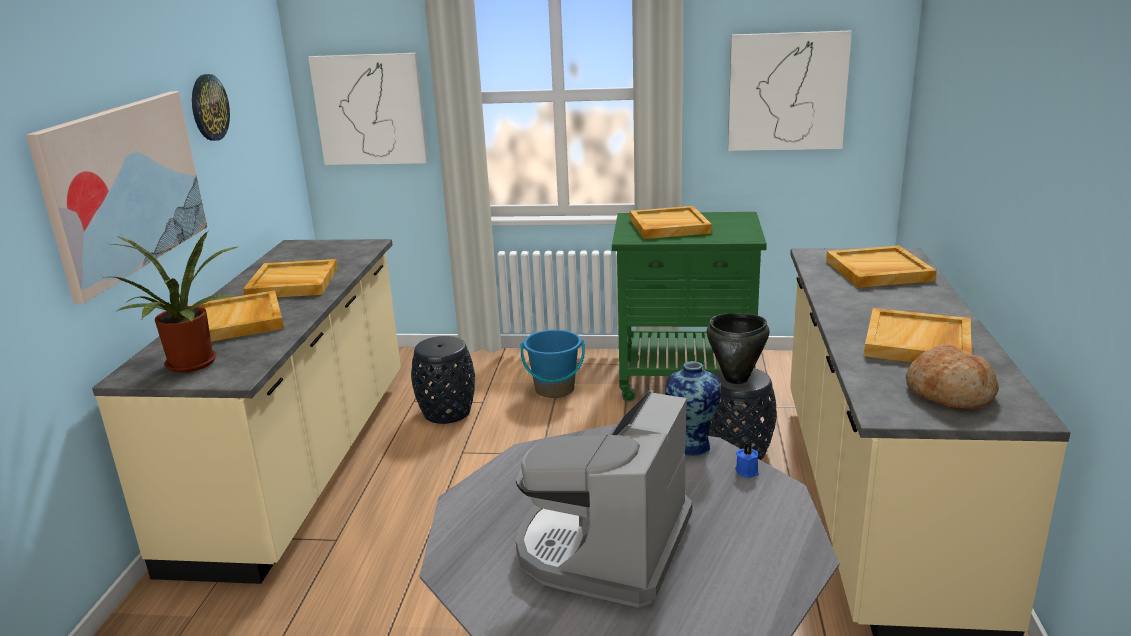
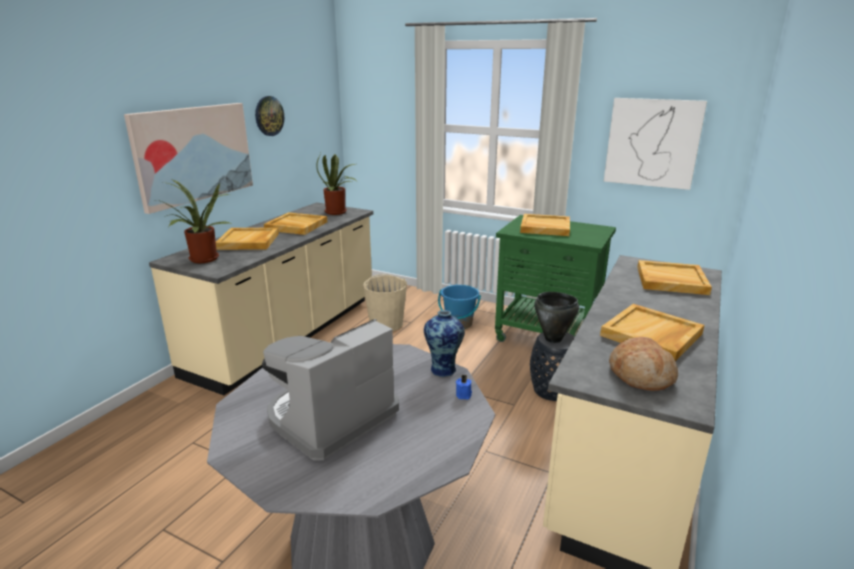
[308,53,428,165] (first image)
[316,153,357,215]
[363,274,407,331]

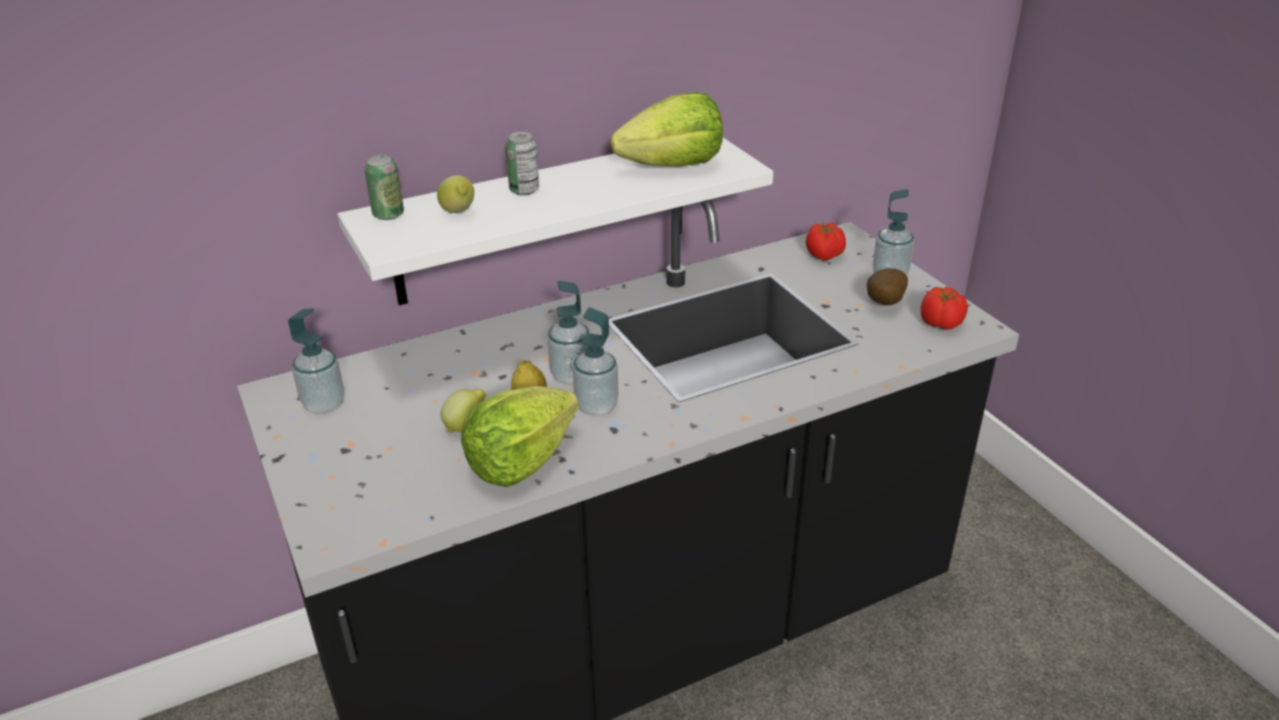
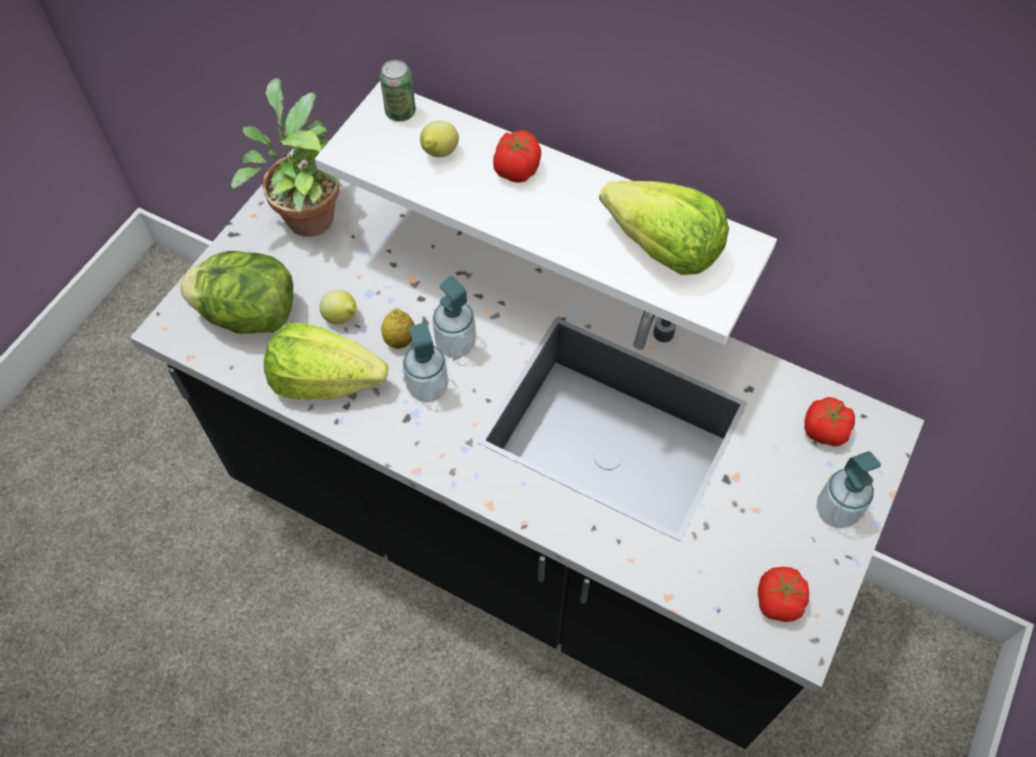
[867,268,908,305] (first image)
[180,251,293,334]
[231,78,343,237]
[493,130,541,183]

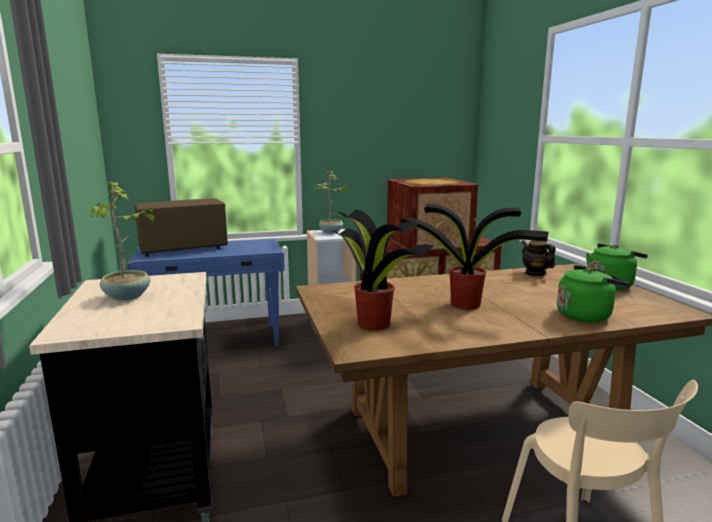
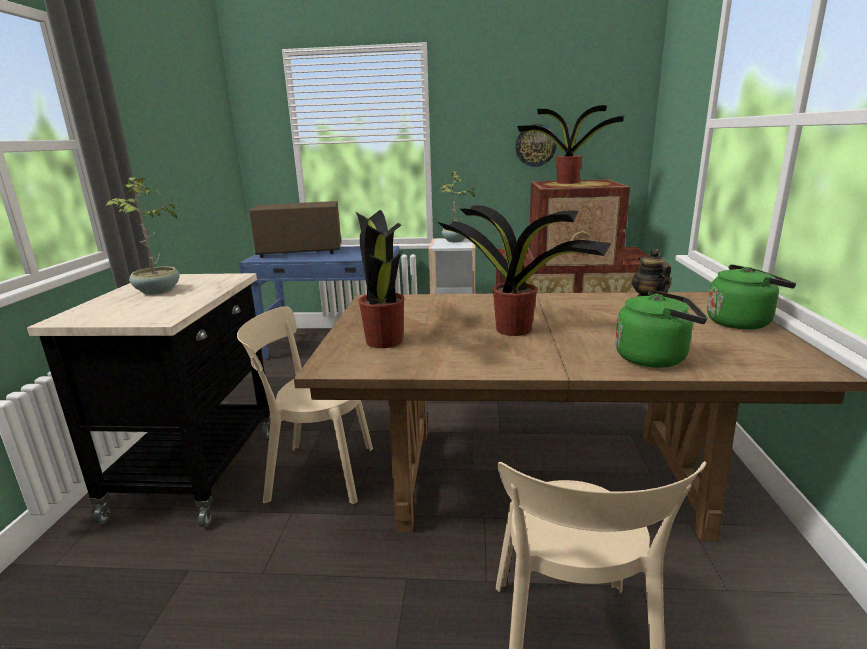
[237,306,373,504]
[515,124,557,167]
[517,105,625,184]

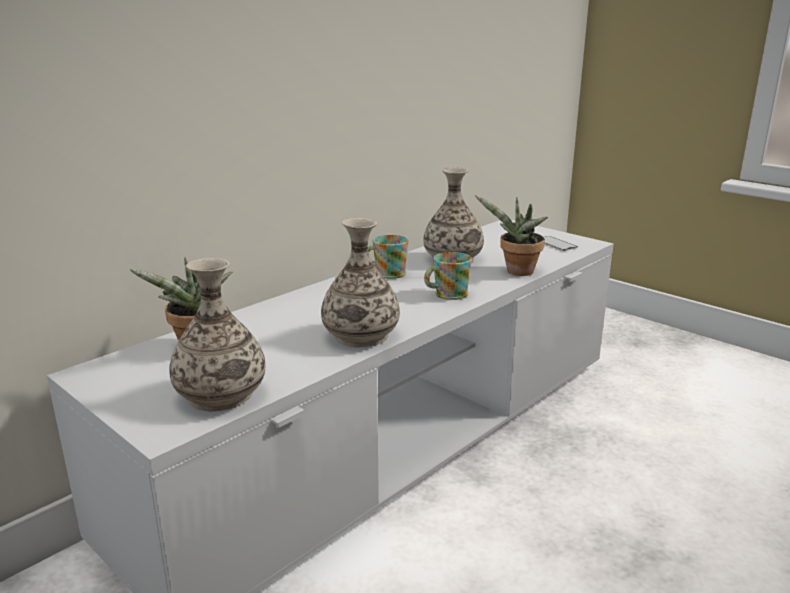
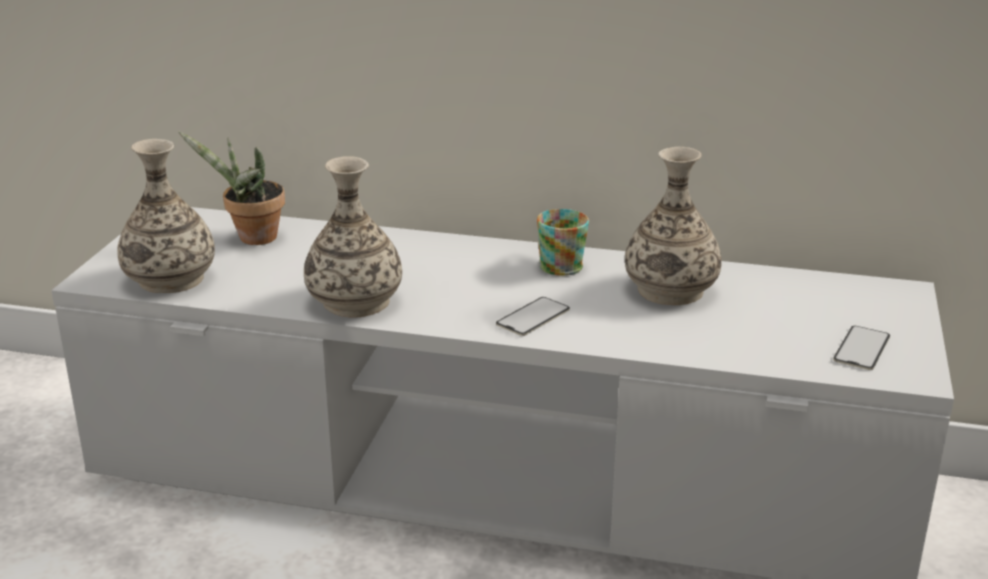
[475,195,548,276] (first image)
[496,297,570,336]

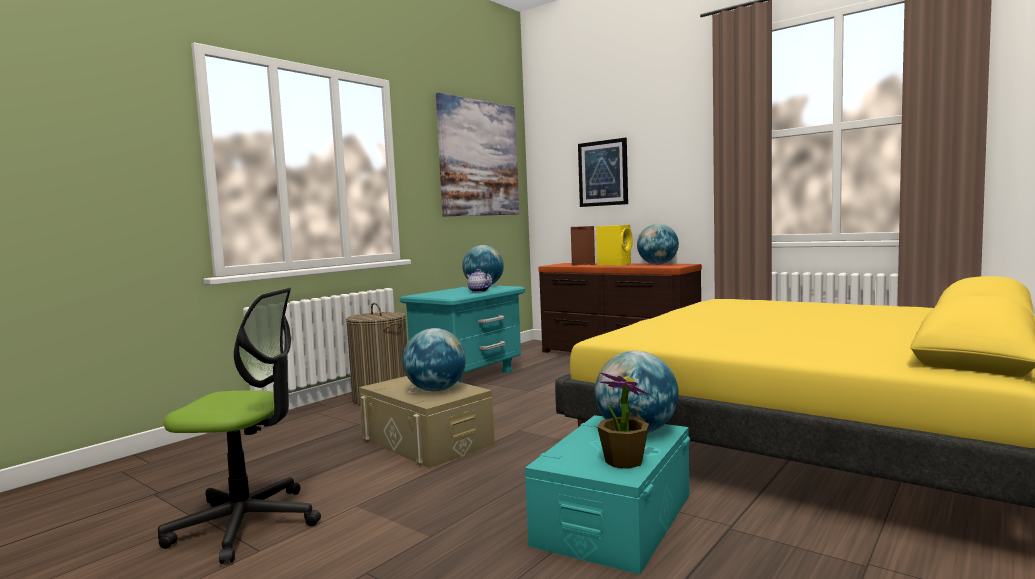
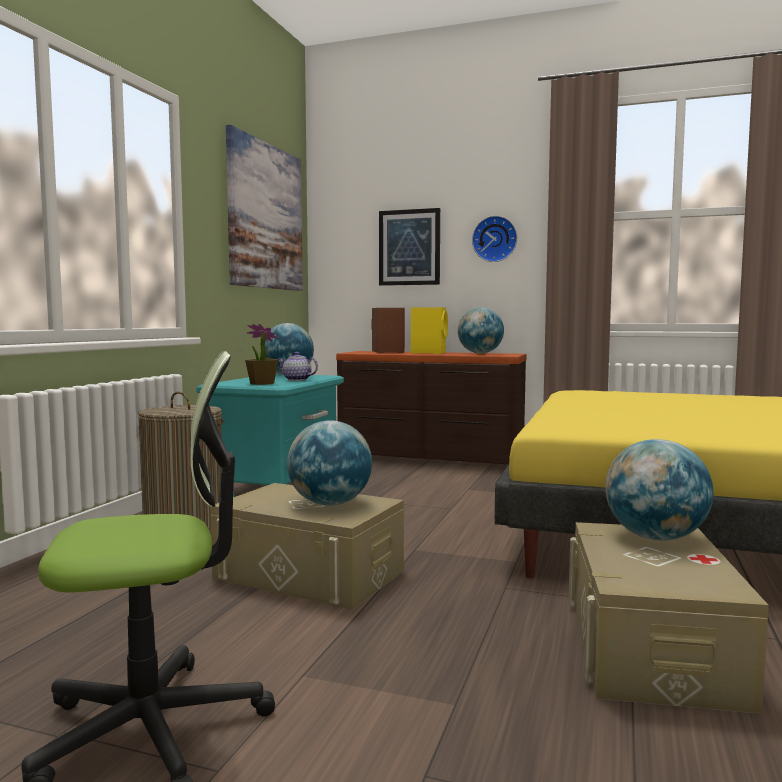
[472,216,517,262]
[245,324,278,385]
[568,522,769,714]

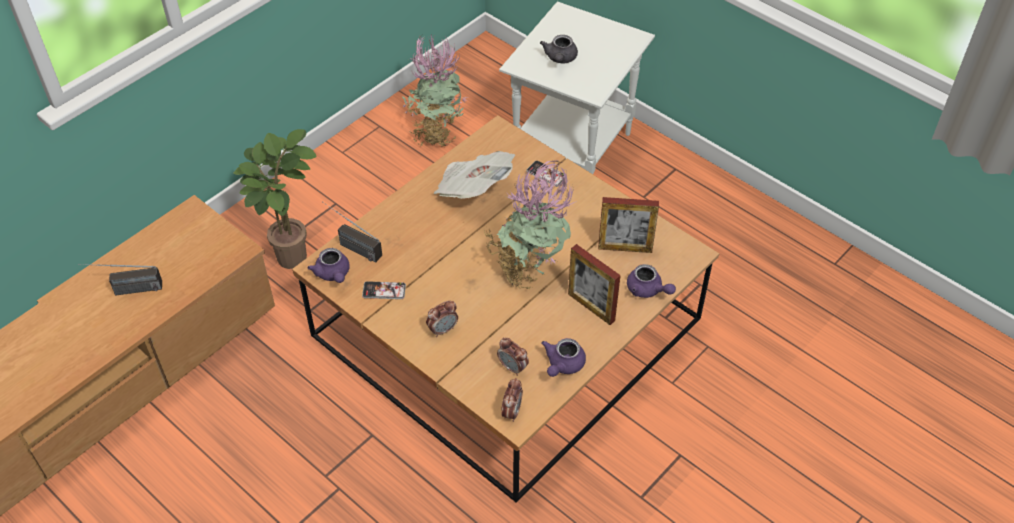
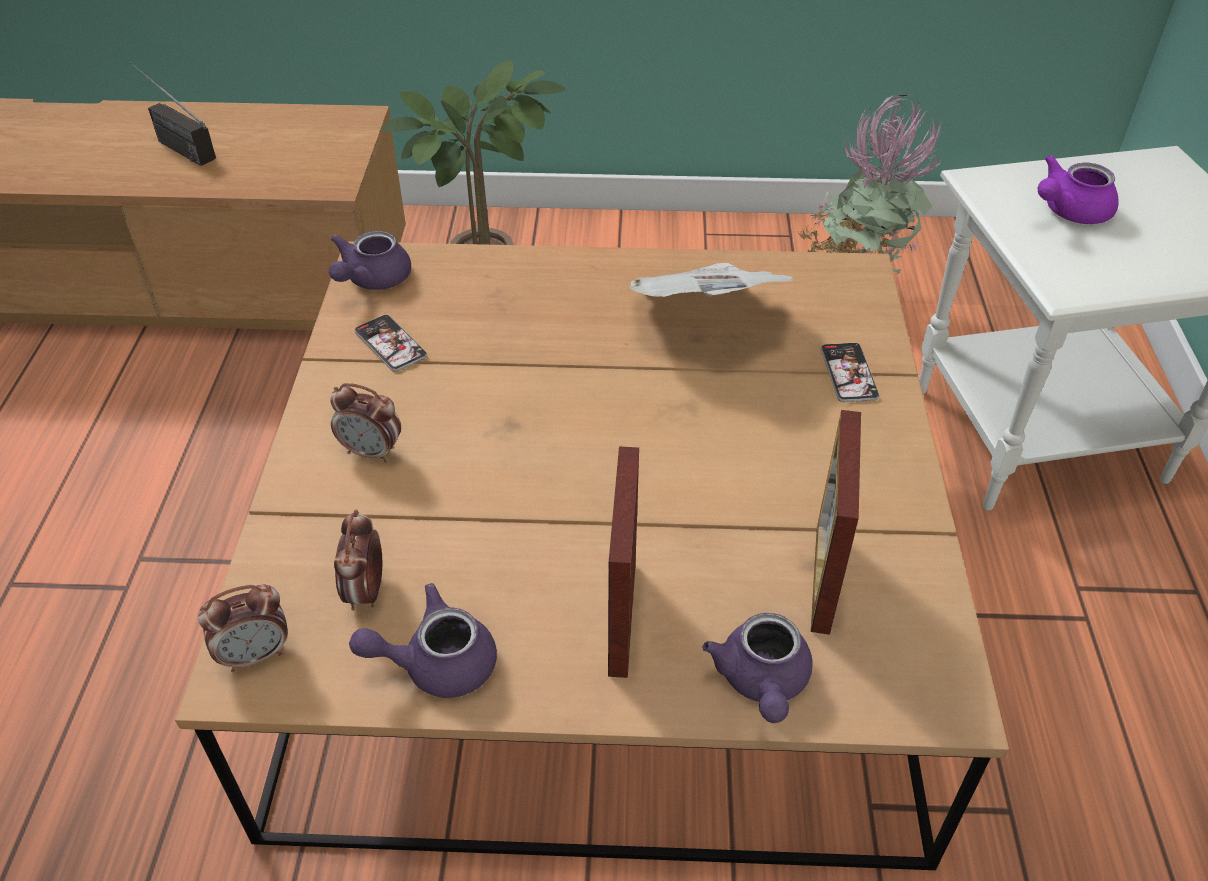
[322,201,382,263] (first image)
[484,160,577,290] (first image)
[1038,155,1119,224]
[811,410,861,635]

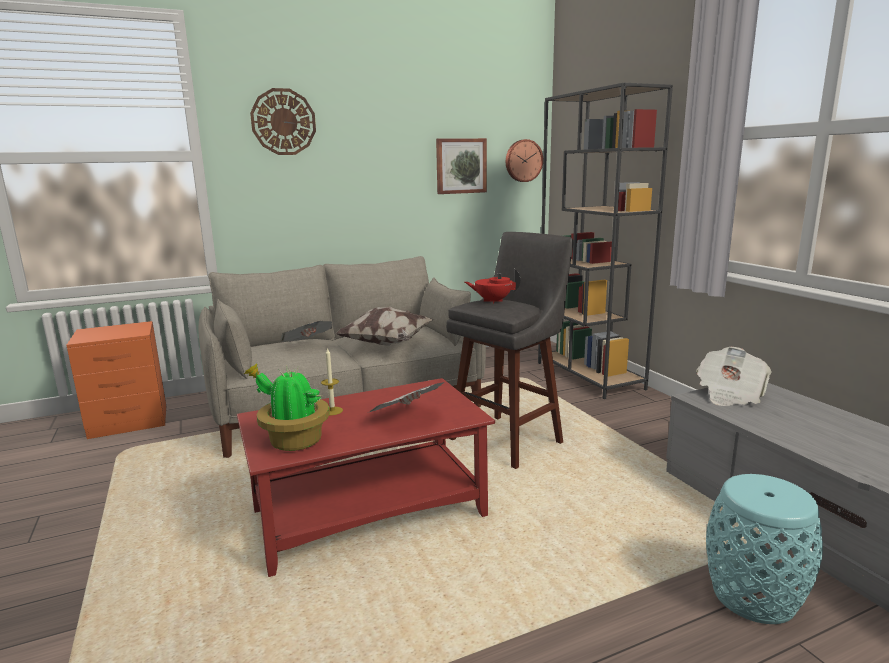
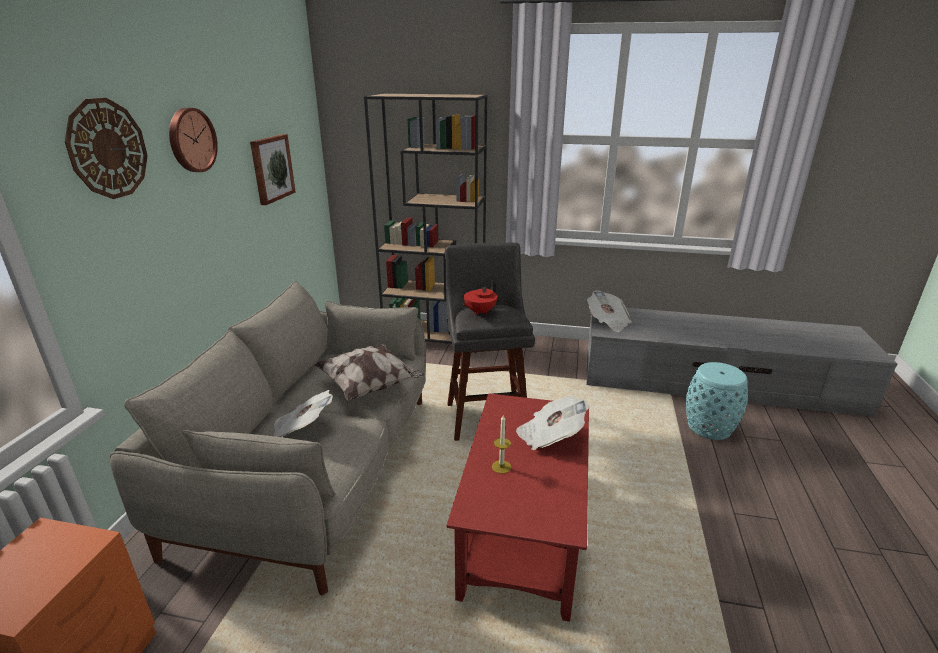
[244,363,329,451] (first image)
[169,108,218,172]

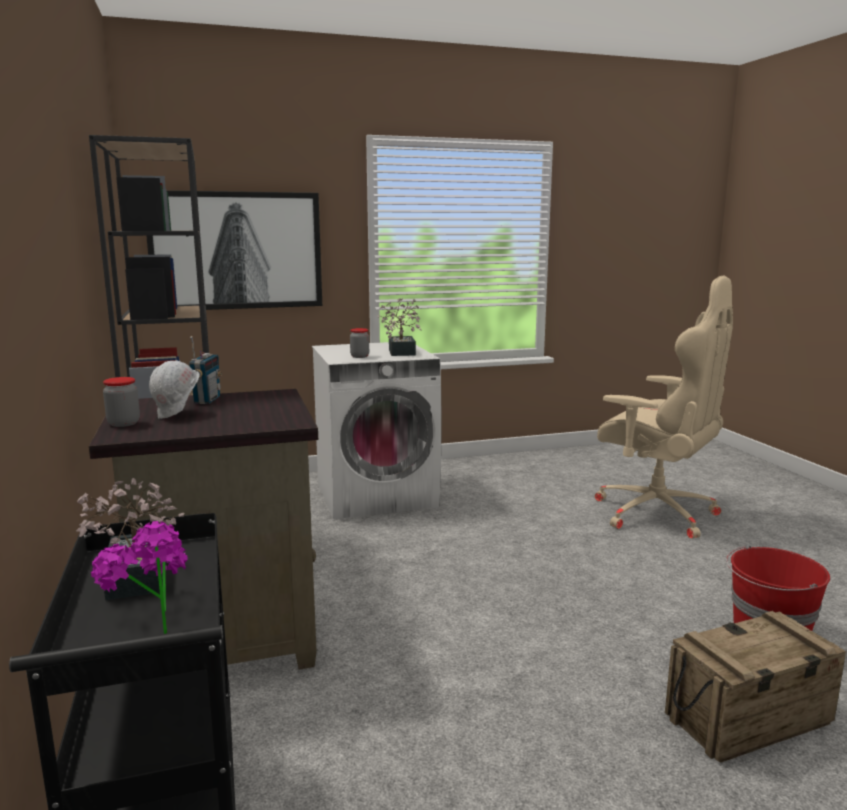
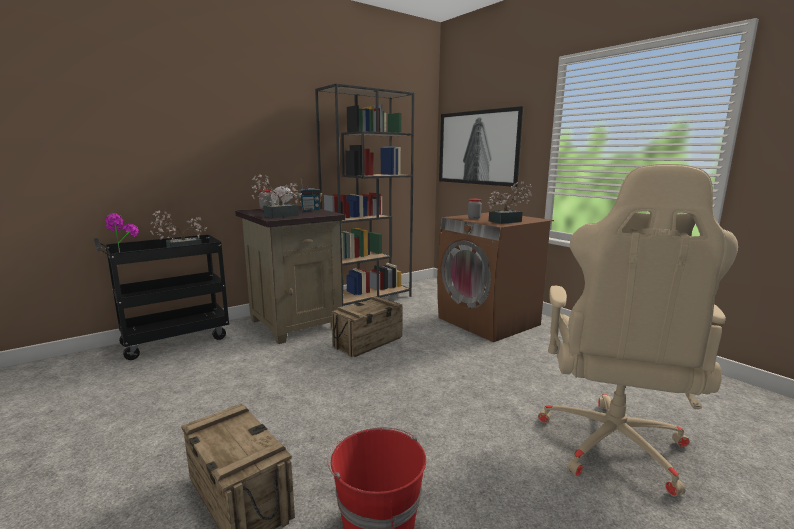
[251,175,302,218]
[331,296,403,357]
[437,212,554,342]

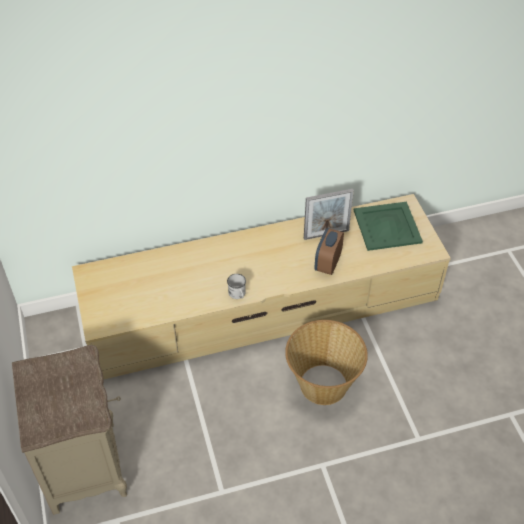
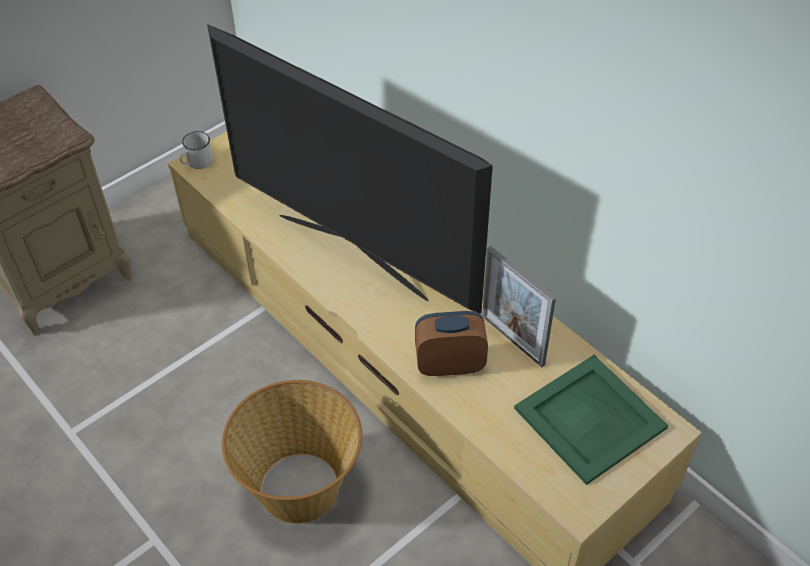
[207,24,493,314]
[180,131,213,169]

